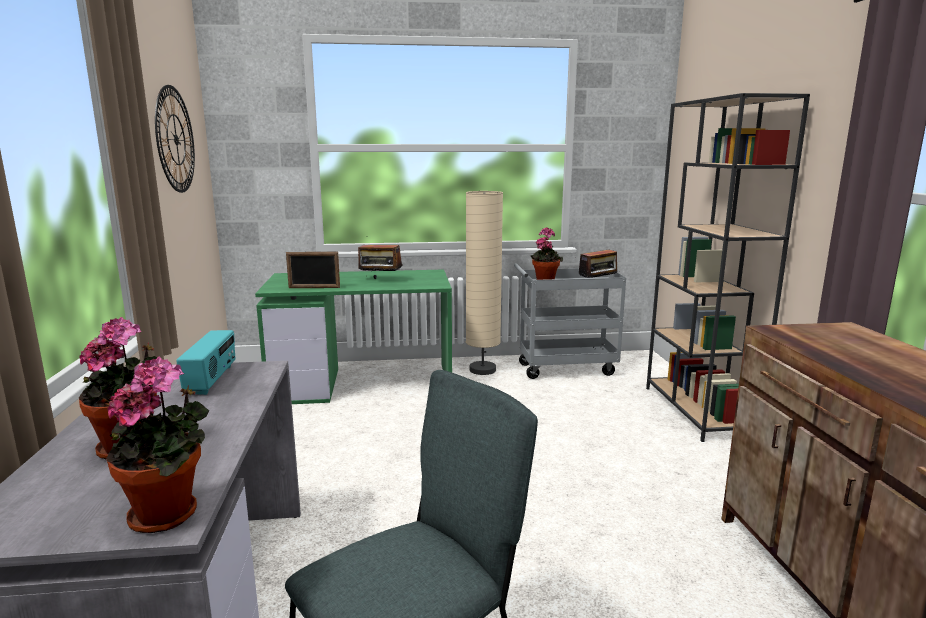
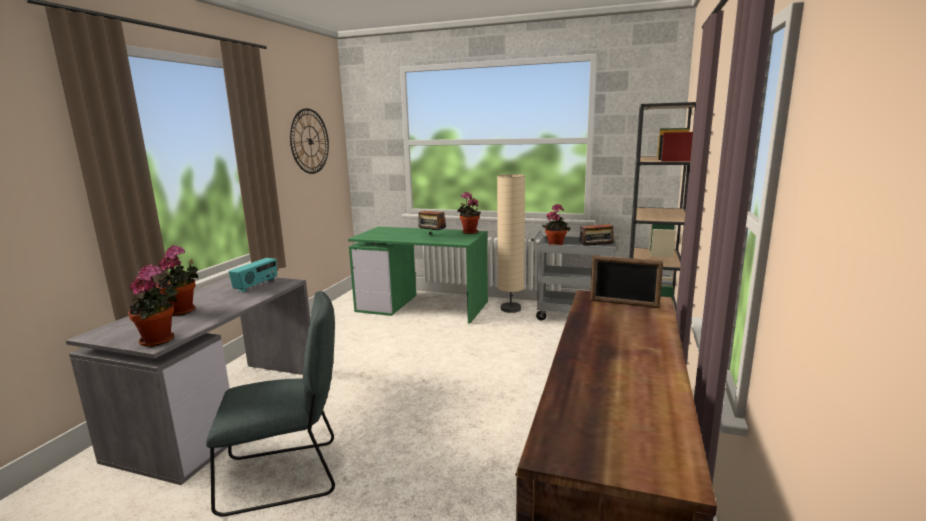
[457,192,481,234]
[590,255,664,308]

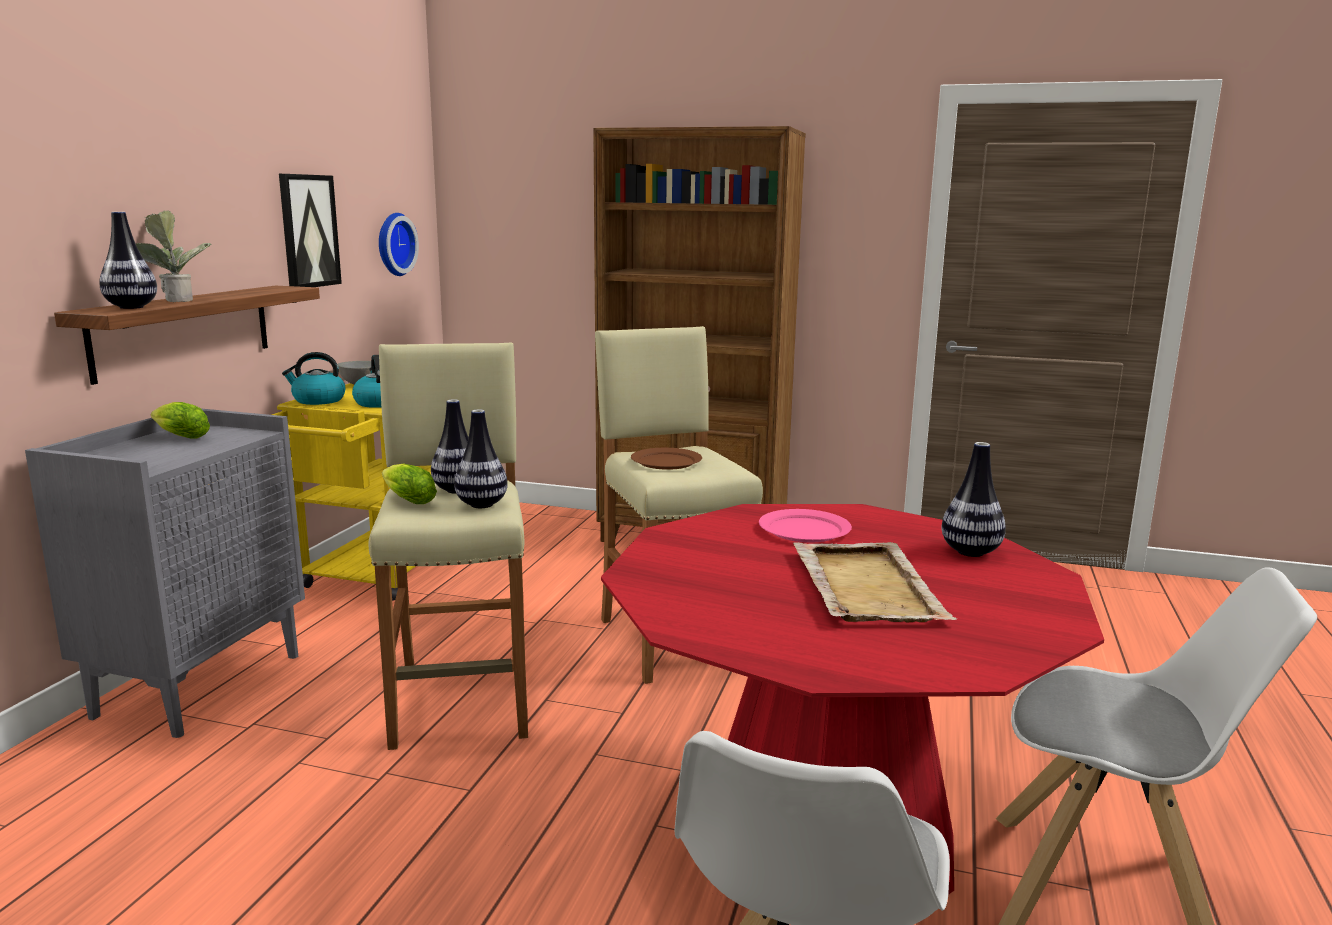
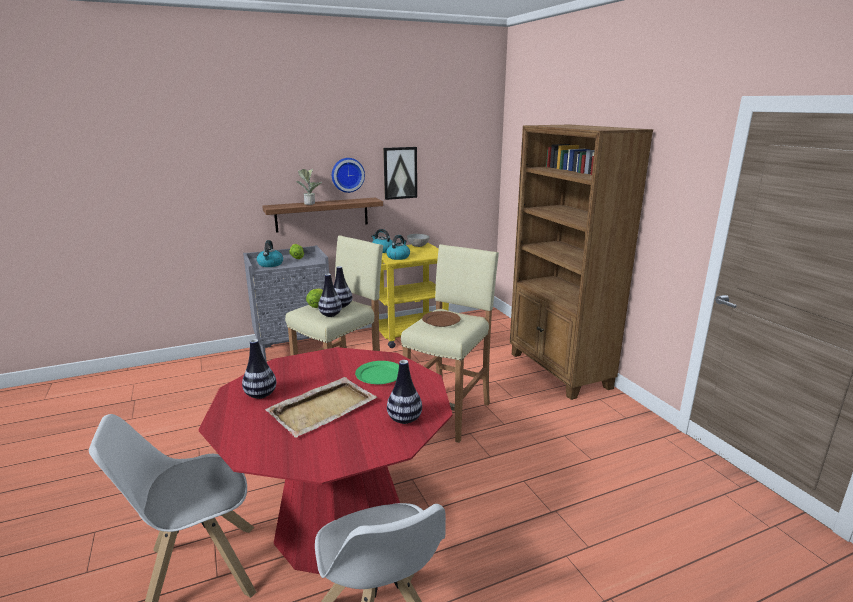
[257,240,283,267]
[242,339,276,399]
[332,158,365,193]
[355,361,399,384]

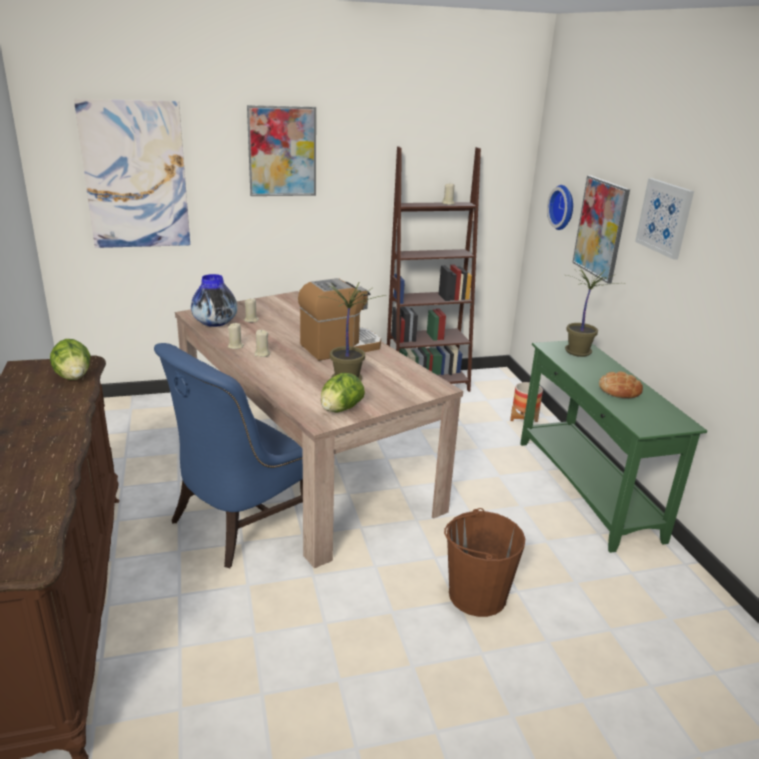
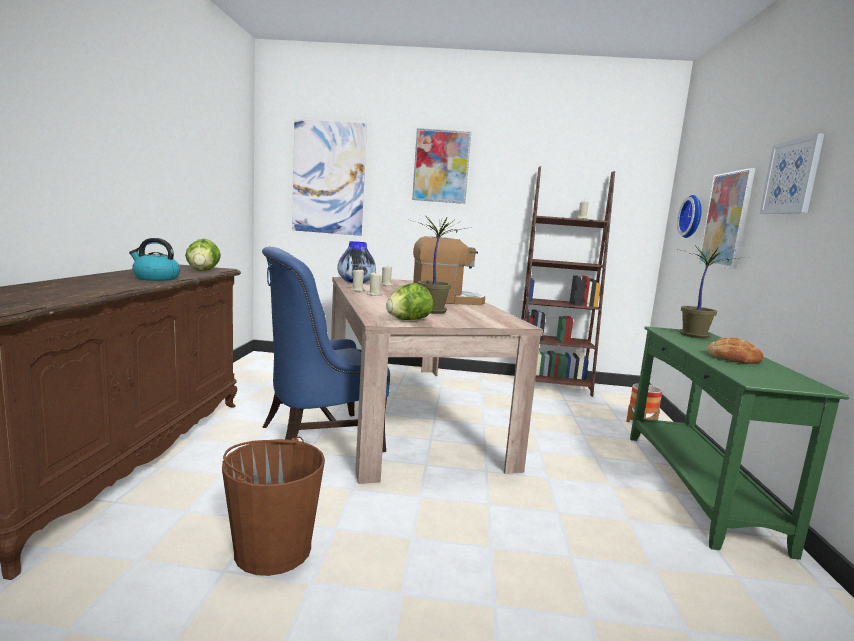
[129,238,180,281]
[222,436,325,576]

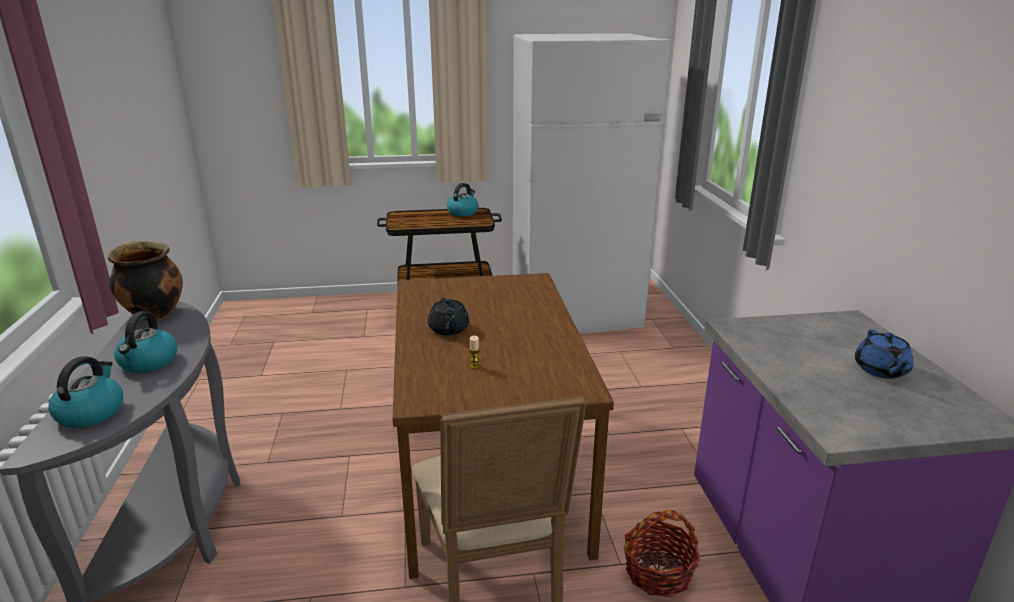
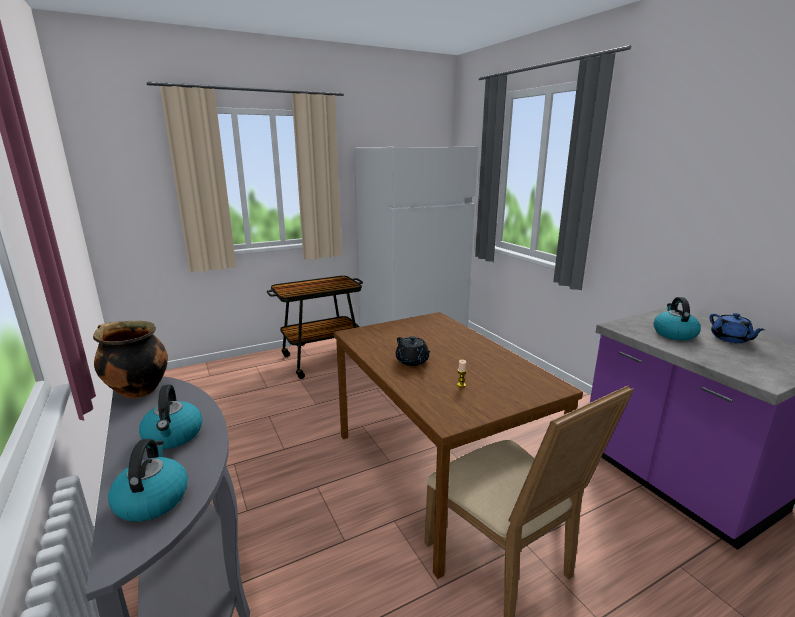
[624,510,700,598] (first image)
[654,297,701,341]

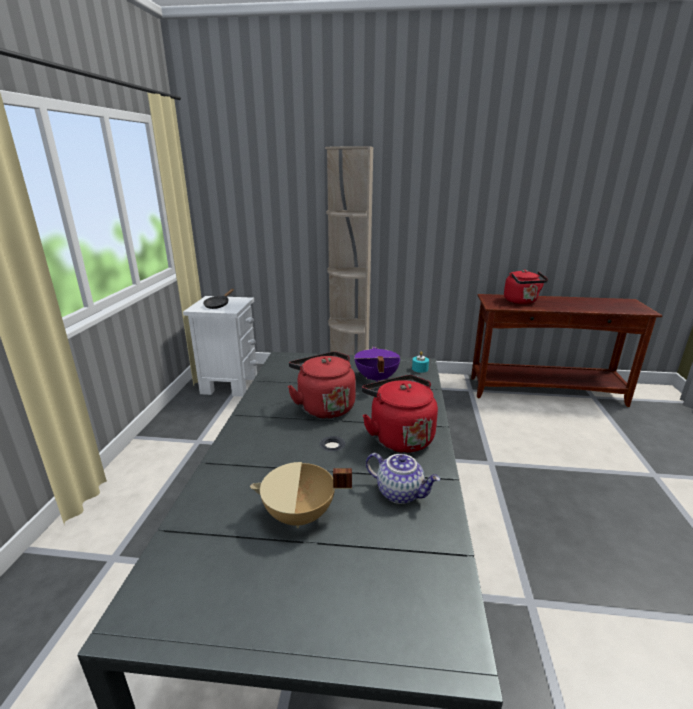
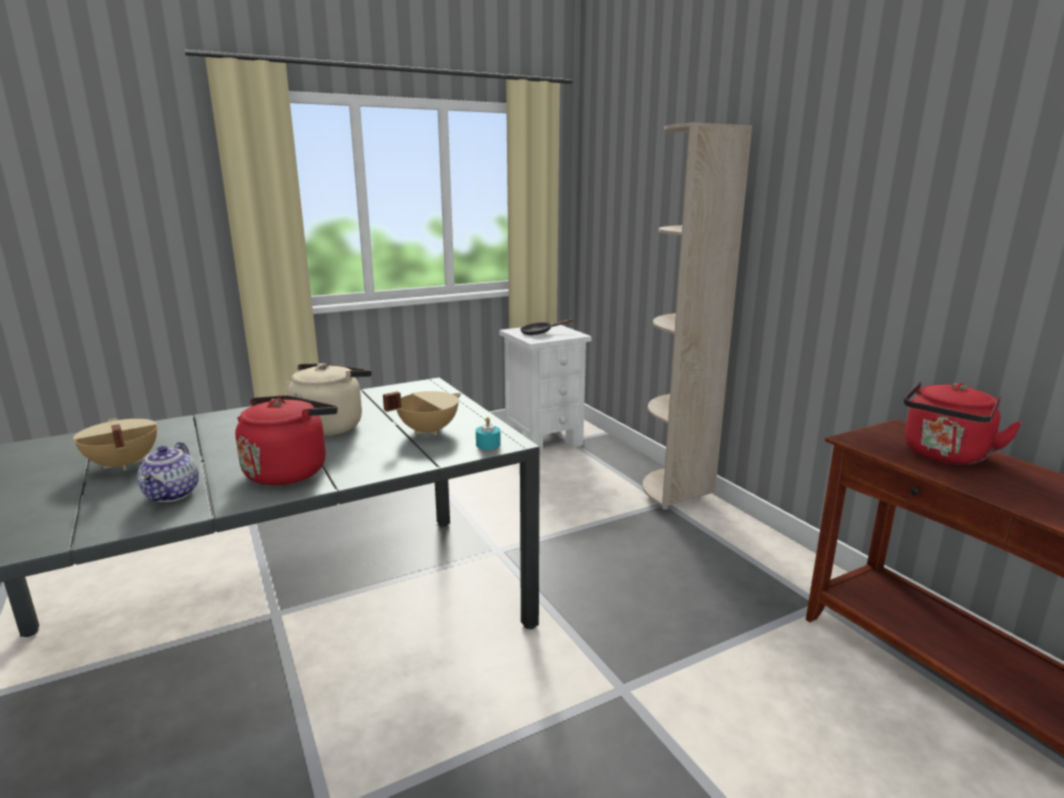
[284,363,372,436]
[383,391,461,435]

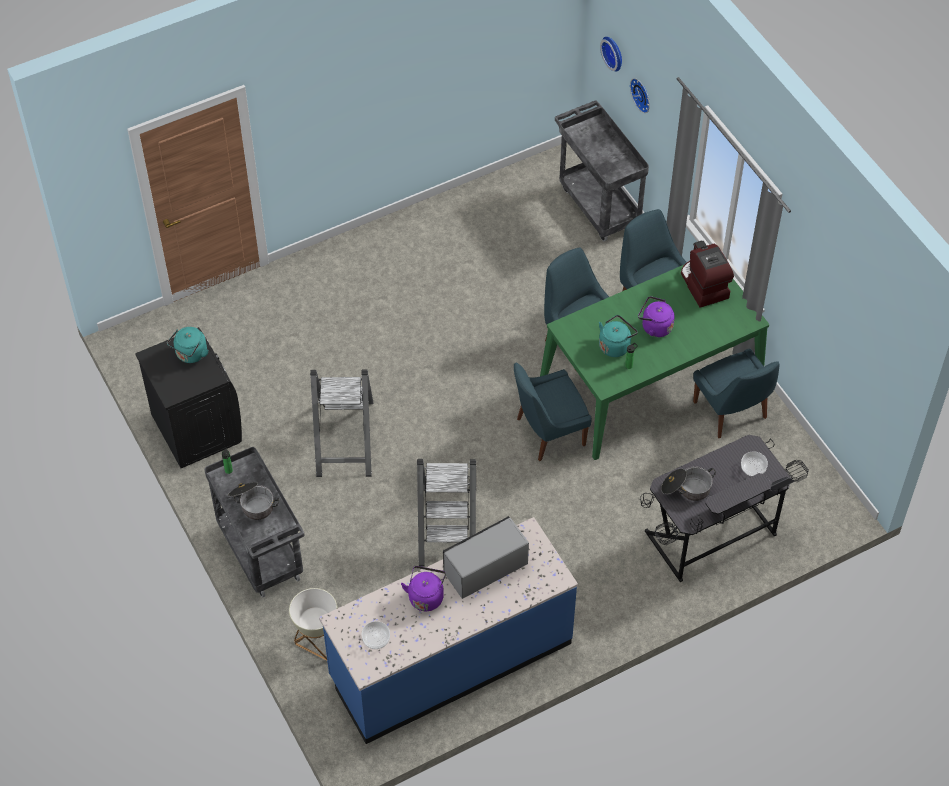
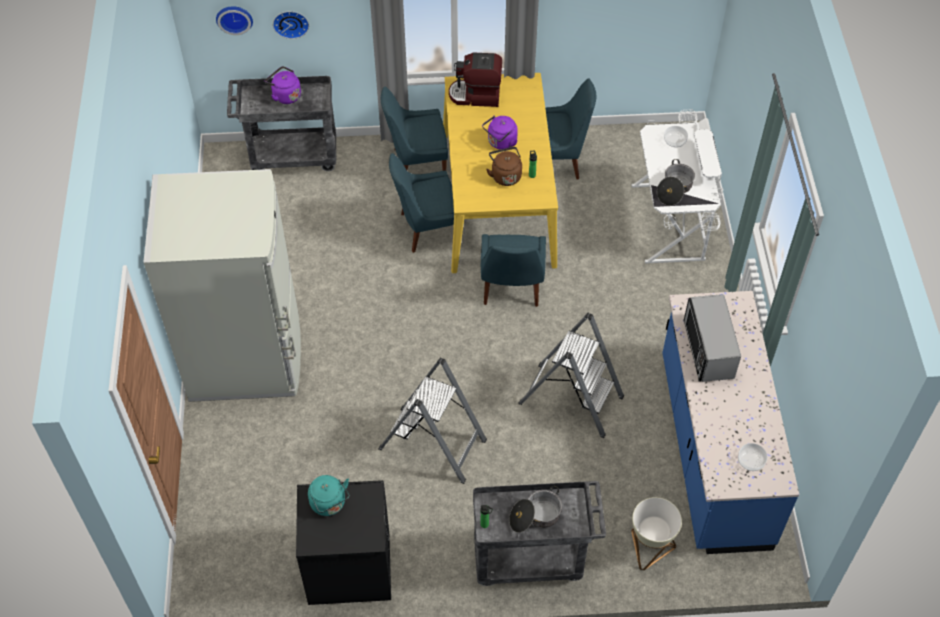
[143,169,301,402]
[265,66,301,104]
[443,73,558,273]
[486,147,522,186]
[631,109,723,264]

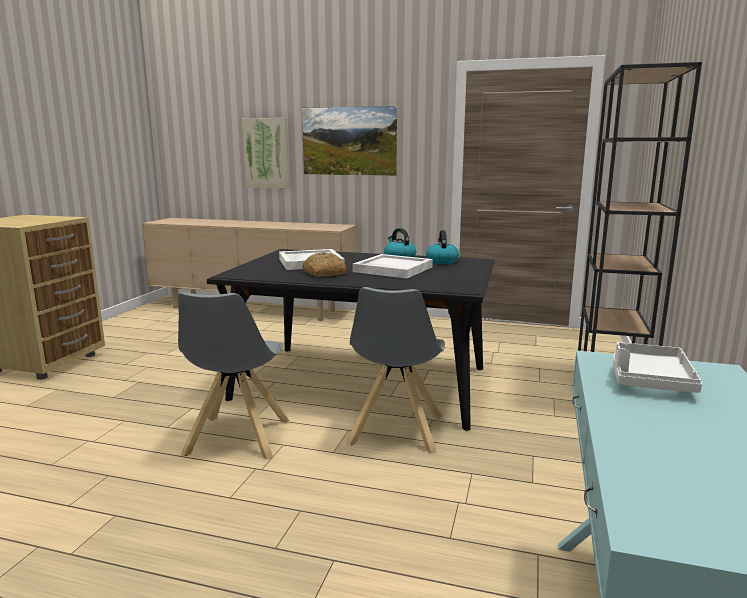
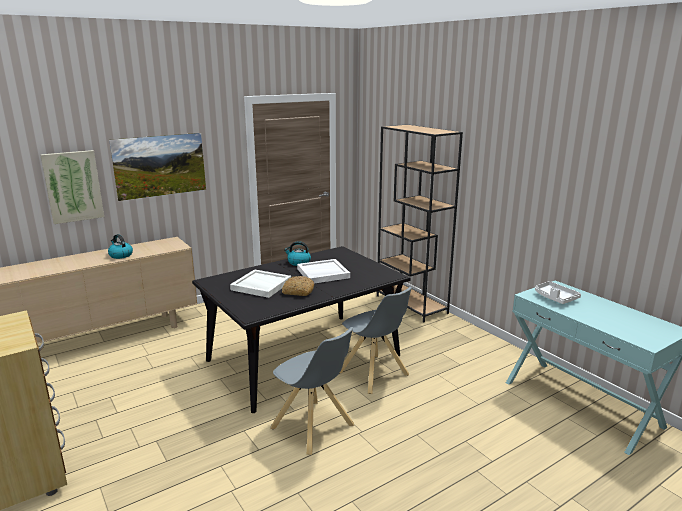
[108,234,133,259]

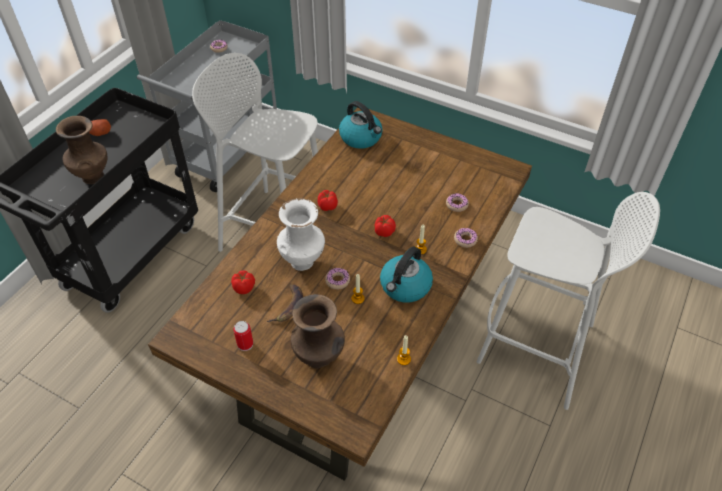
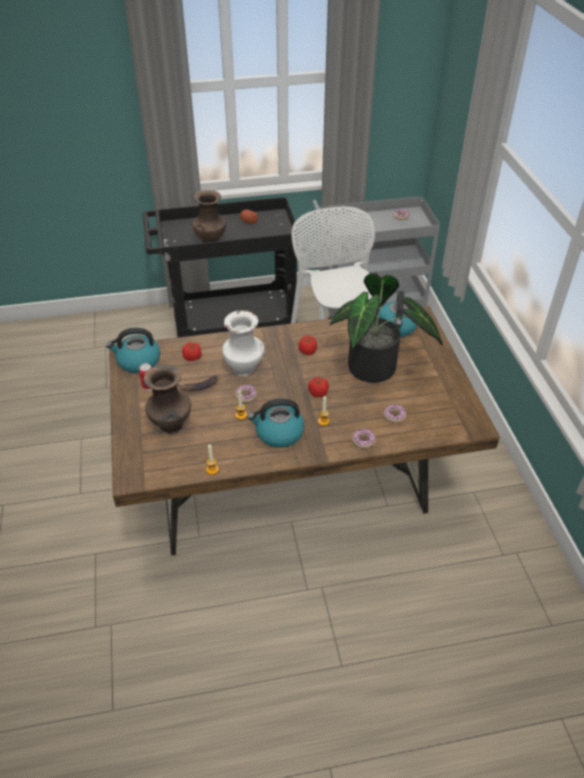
[477,192,660,410] (first image)
[106,328,160,373]
[330,273,443,383]

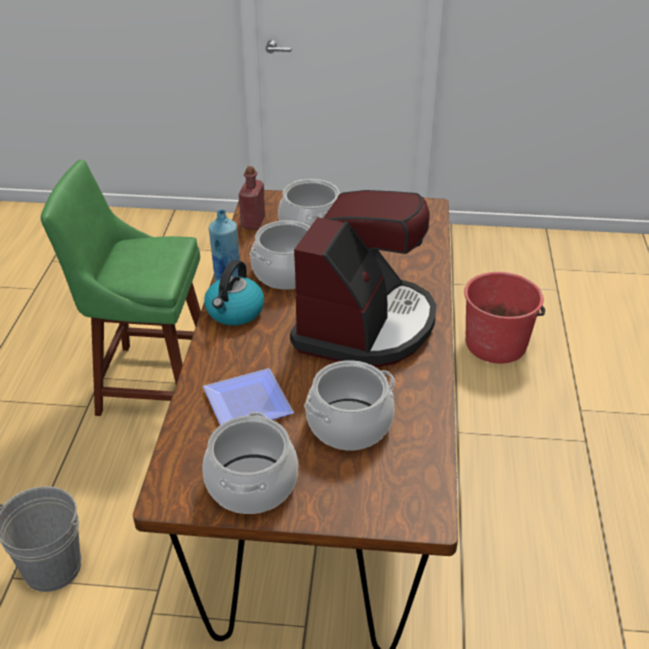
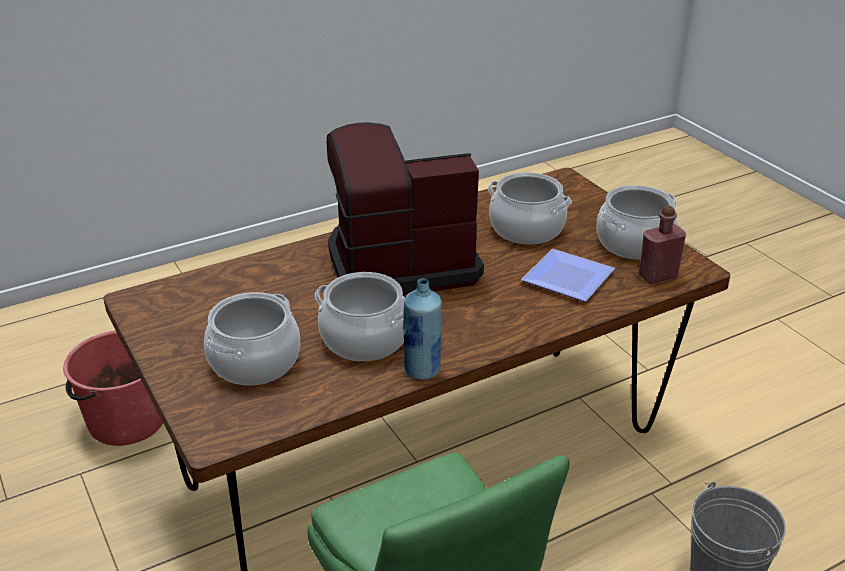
[204,260,264,326] (first image)
[639,206,686,284]

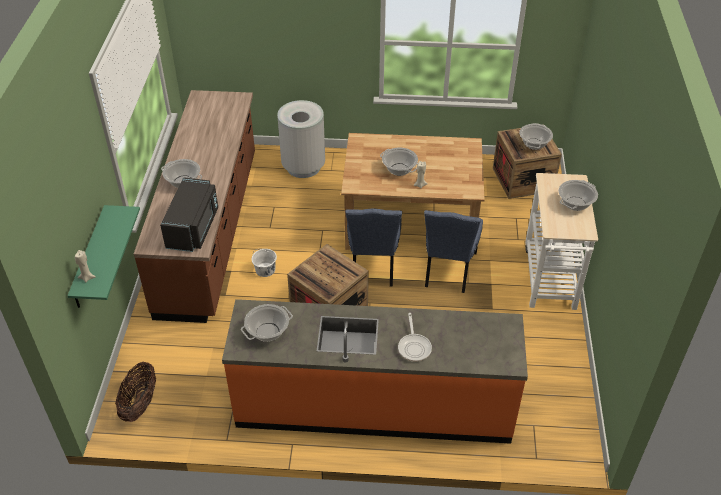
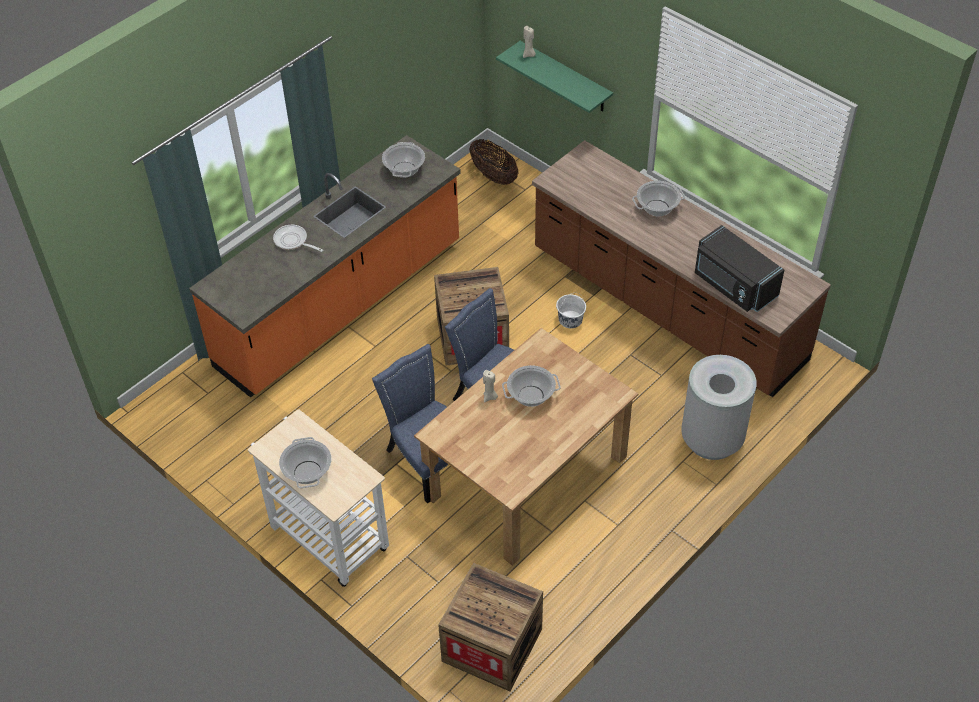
[519,123,553,150] (first image)
[695,225,784,312]

